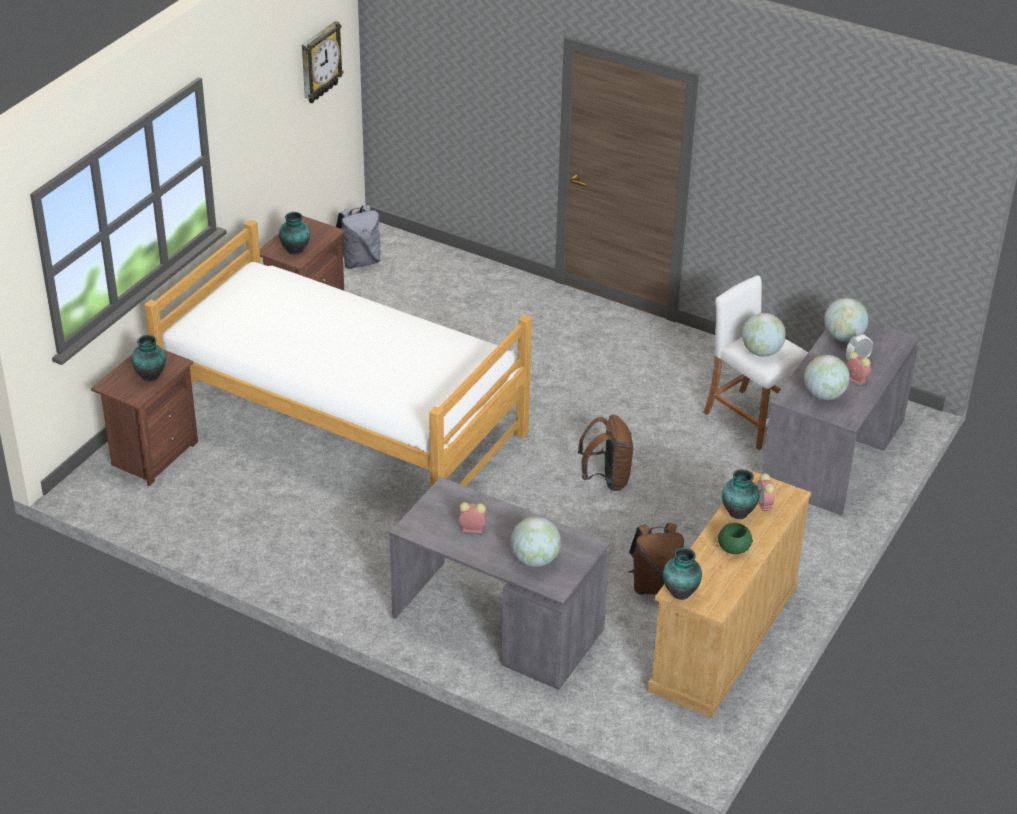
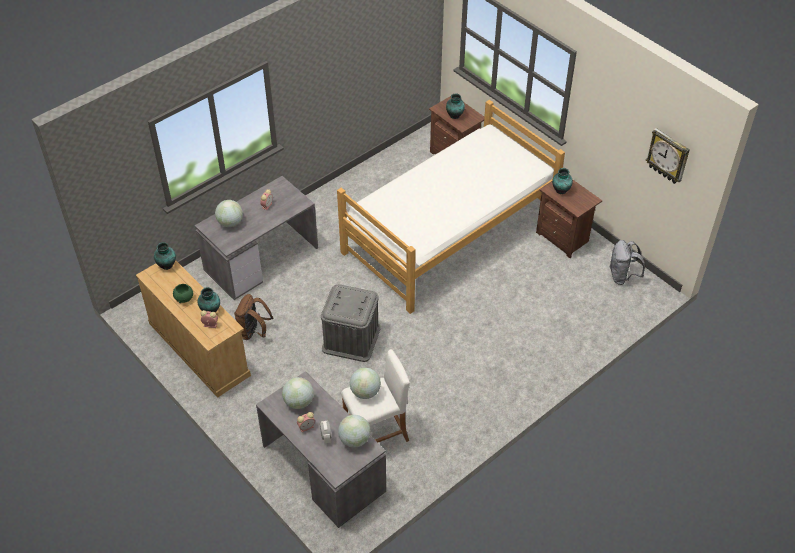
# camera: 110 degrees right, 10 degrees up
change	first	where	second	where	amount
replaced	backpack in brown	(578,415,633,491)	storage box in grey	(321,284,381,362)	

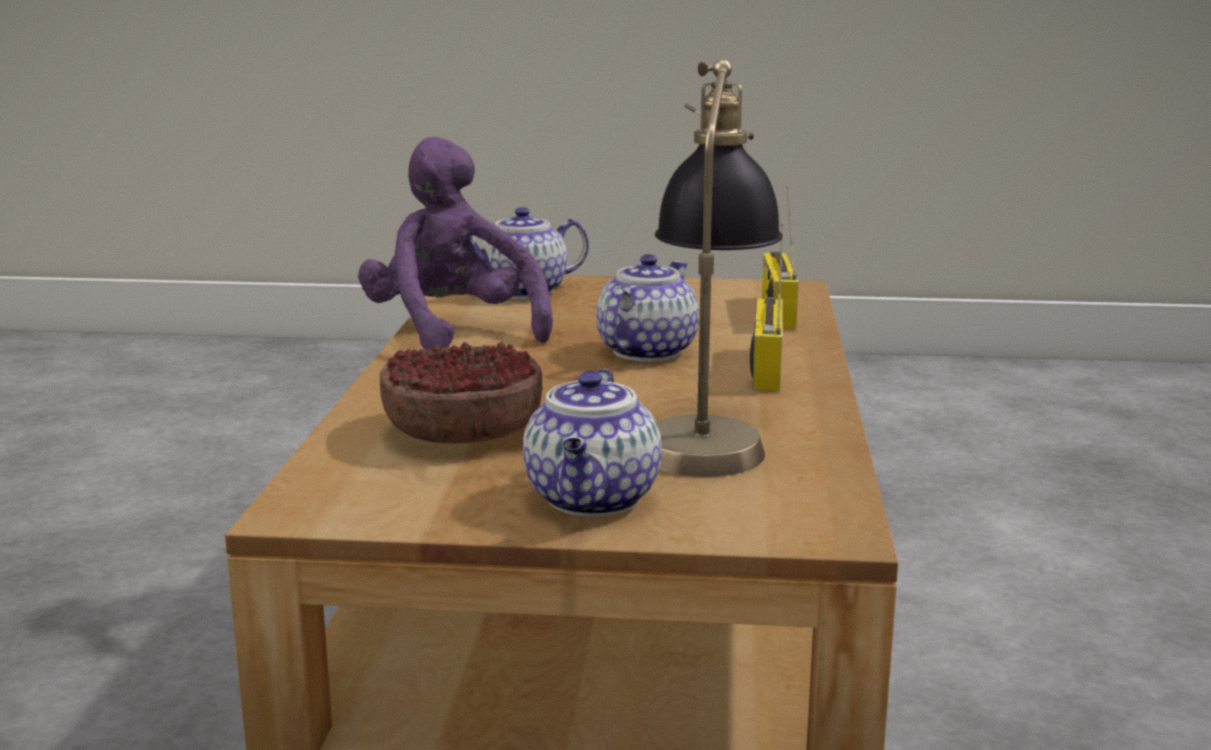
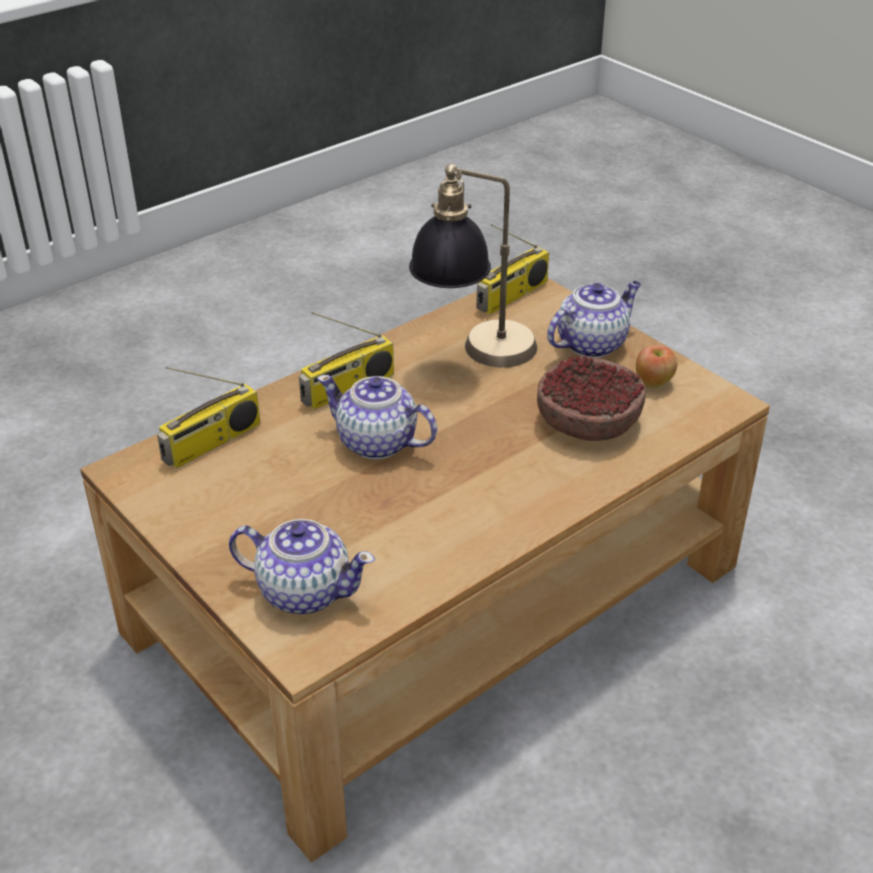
# camera: 135 degrees left, 20 degrees up
change	first	where	second	where	amount
removed	plush toy in purple	(358,137,553,350)			
added			radio	(476,224,549,315)	
added			apple	(636,345,677,388)	
turned	teapot	(597,254,699,361)		(317,375,437,459)	45 degrees clockwise

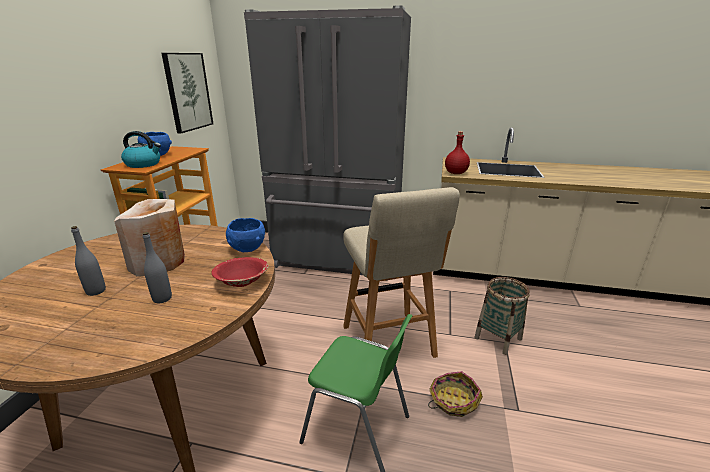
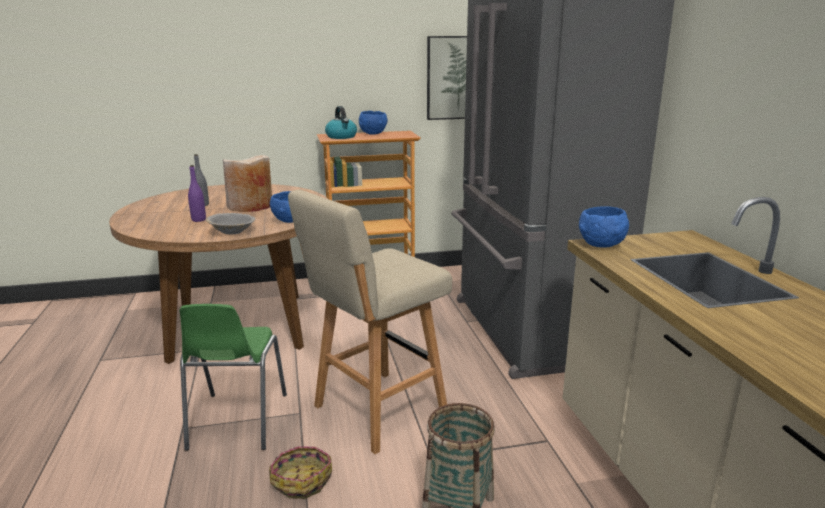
# camera: 65 degrees right, 5 degrees down
change	first	where	second	where	amount
replaced	bottle in red	(445,131,470,174)	bowl in blue	(579,206,629,247)	
recoloured	bottle in grey	(143,232,172,303)	bottle in purple	(188,165,206,222)	
recoloured	bowl in red	(212,257,269,287)	bowl in grey	(206,213,255,235)	

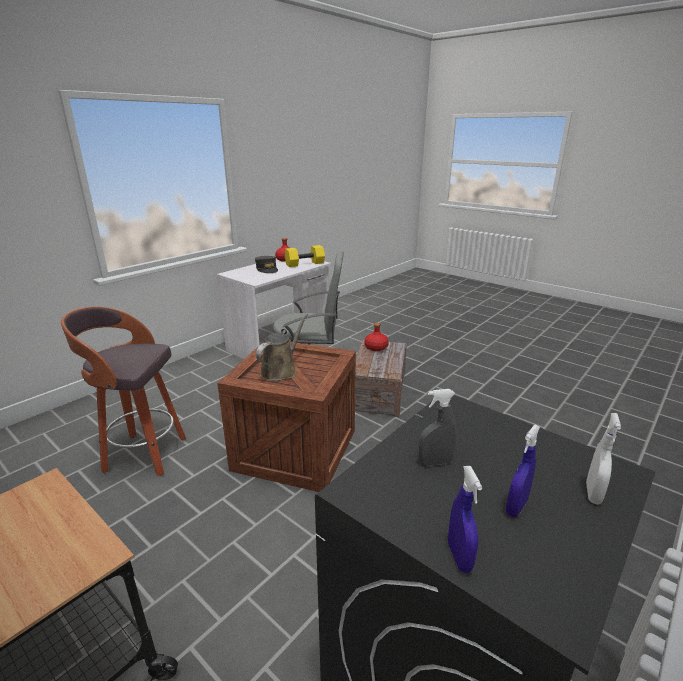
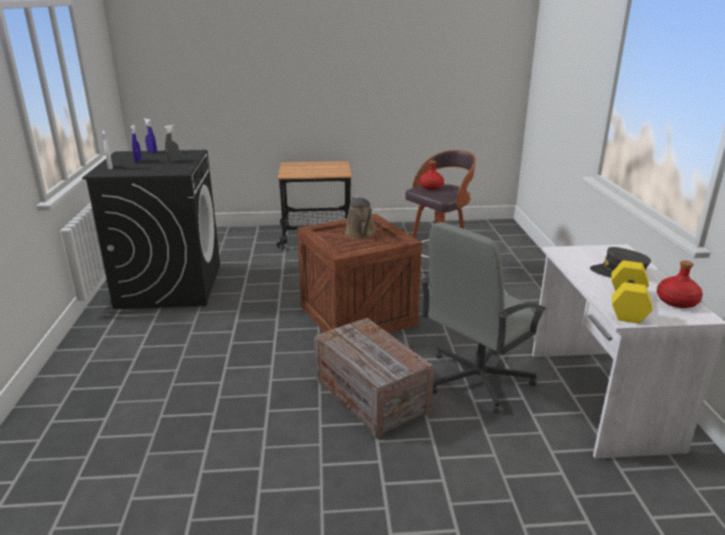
# camera: 135 degrees right, 0 degrees up
change	first	where	second	where	amount
moved	bottle in red	(365,323,389,351)		(419,161,444,190)	

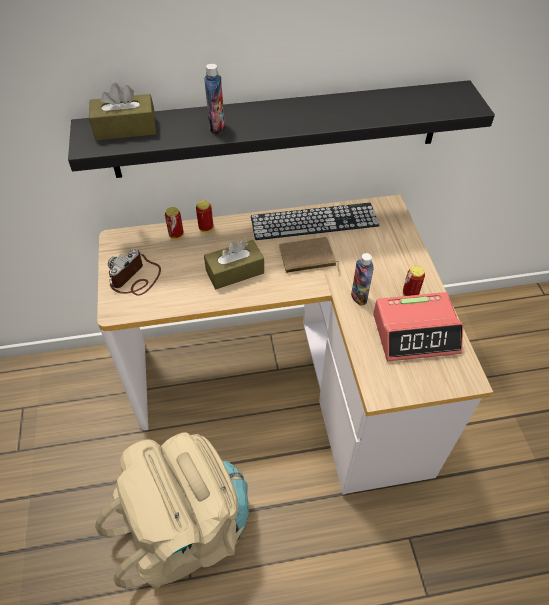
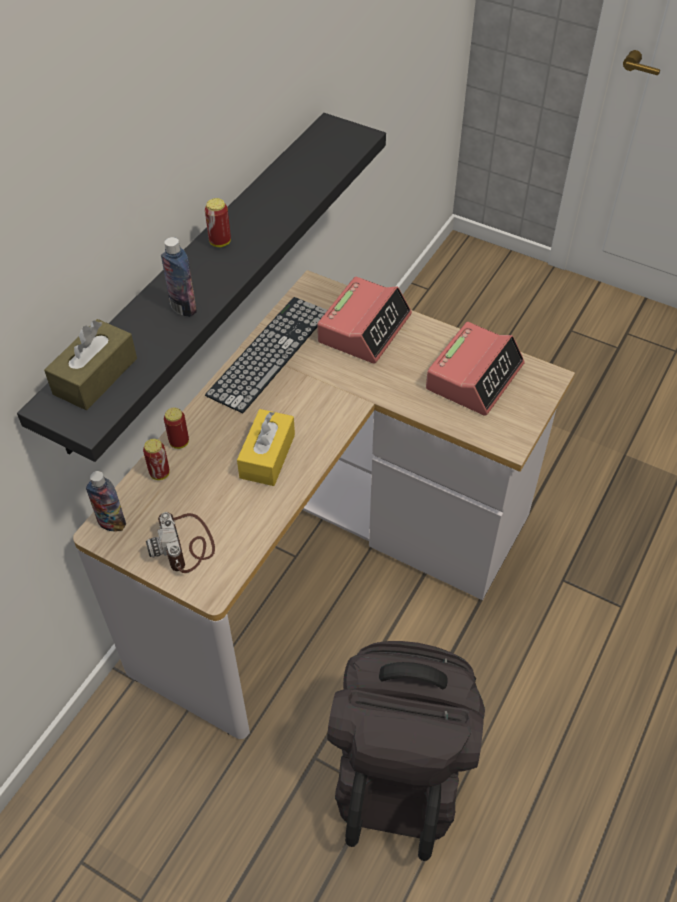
# camera: 50 degrees left, 0 degrees up
change	first	where	second	where	amount
removed	book in brown	(279,237,339,273)			
added			alarm clock	(317,277,412,364)	
moved	bottle	(351,253,373,306)		(86,471,126,531)	
moved	can	(403,266,425,296)		(205,198,231,247)	
recoloured	backpack in beige	(95,432,249,589)	backpack in black	(327,641,485,861)	
recoloured	tissue box in brown	(204,240,264,289)	tissue box in yellow	(237,409,295,486)	

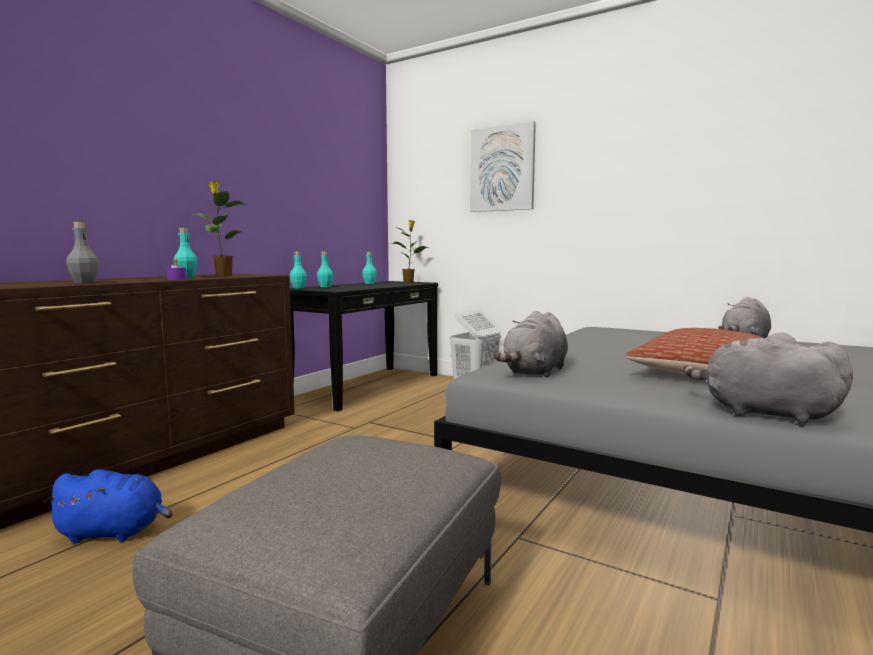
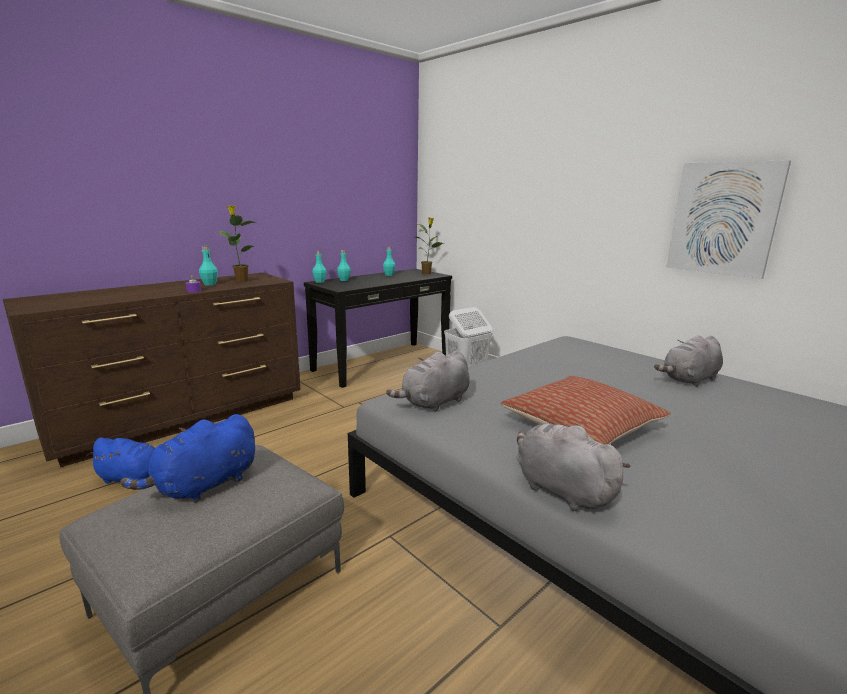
# camera: 15 degrees right, 10 degrees up
change	first	where	second	where	amount
removed	bottle in grey	(66,221,99,284)			
added			plush toy in blue	(120,414,255,503)	
moved	picture	(470,121,536,212)		(667,160,791,279)	

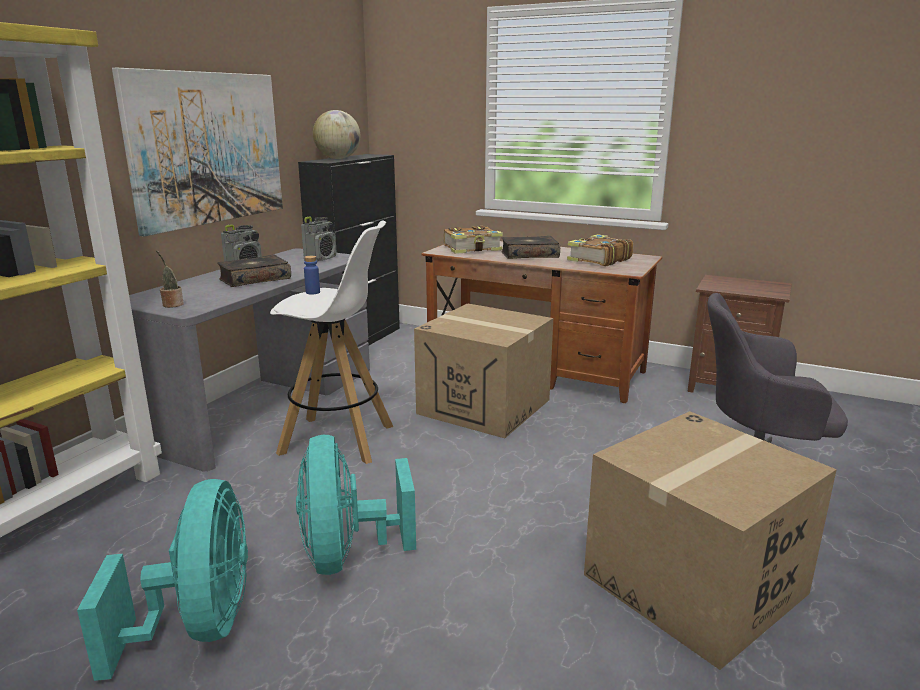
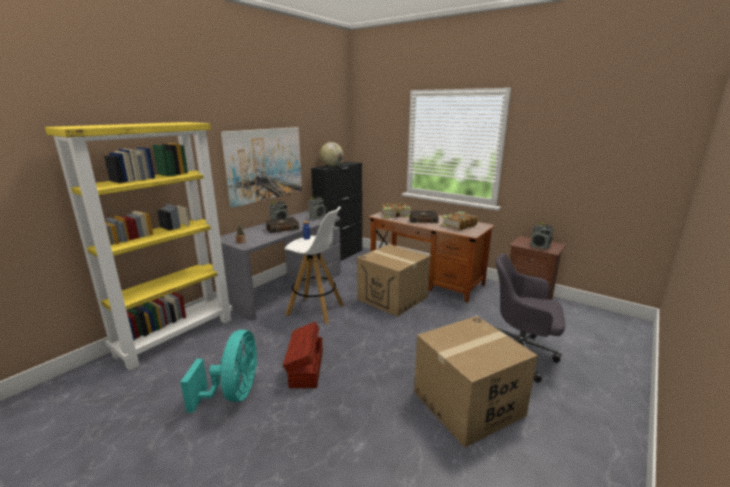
# camera: 10 degrees right, 0 degrees up
change	first	where	second	where	amount
added			radio	(530,222,553,250)	
replaced	fan in turquoise	(296,435,416,575)	storage box in brown	(283,322,323,388)	

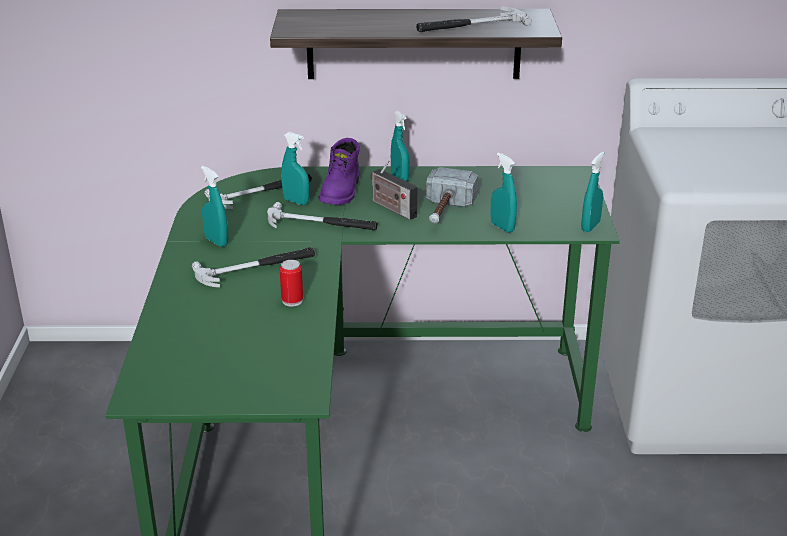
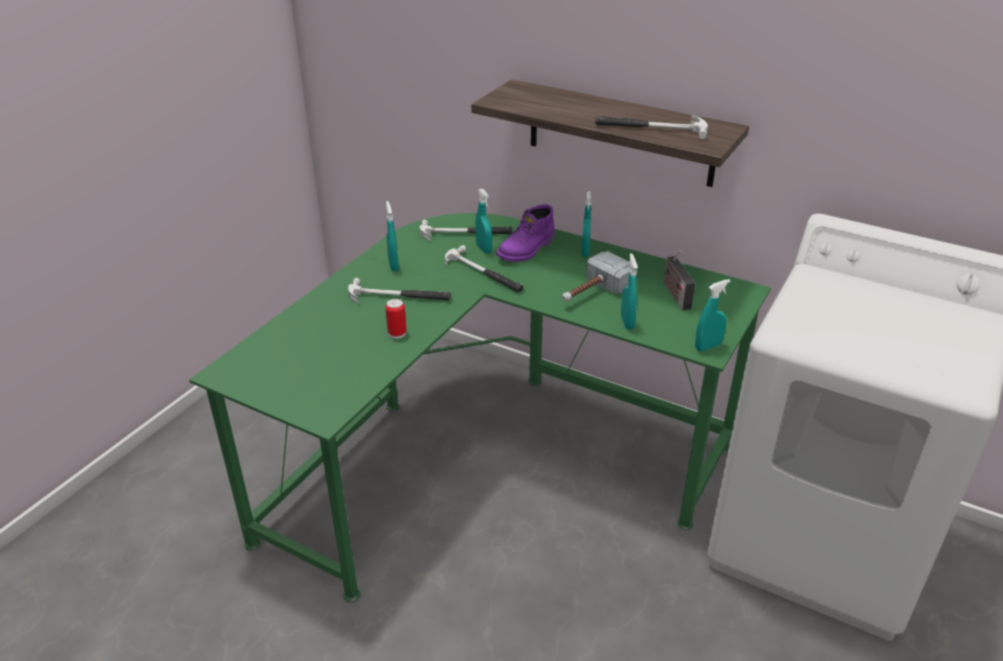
# camera: 30 degrees right, 5 degrees up
change	first	where	second	where	amount
moved	radio	(371,160,417,220)		(664,251,695,310)	

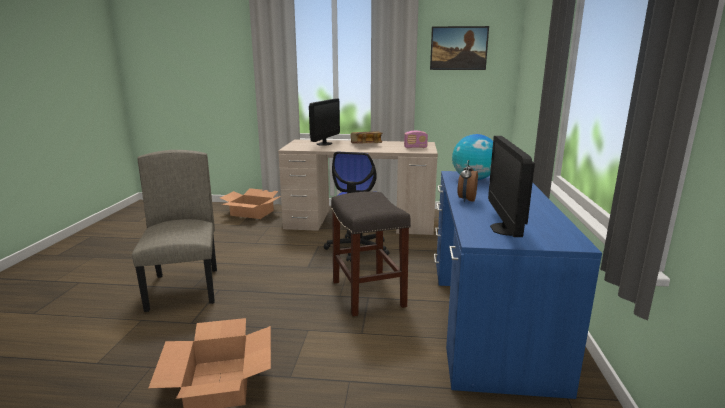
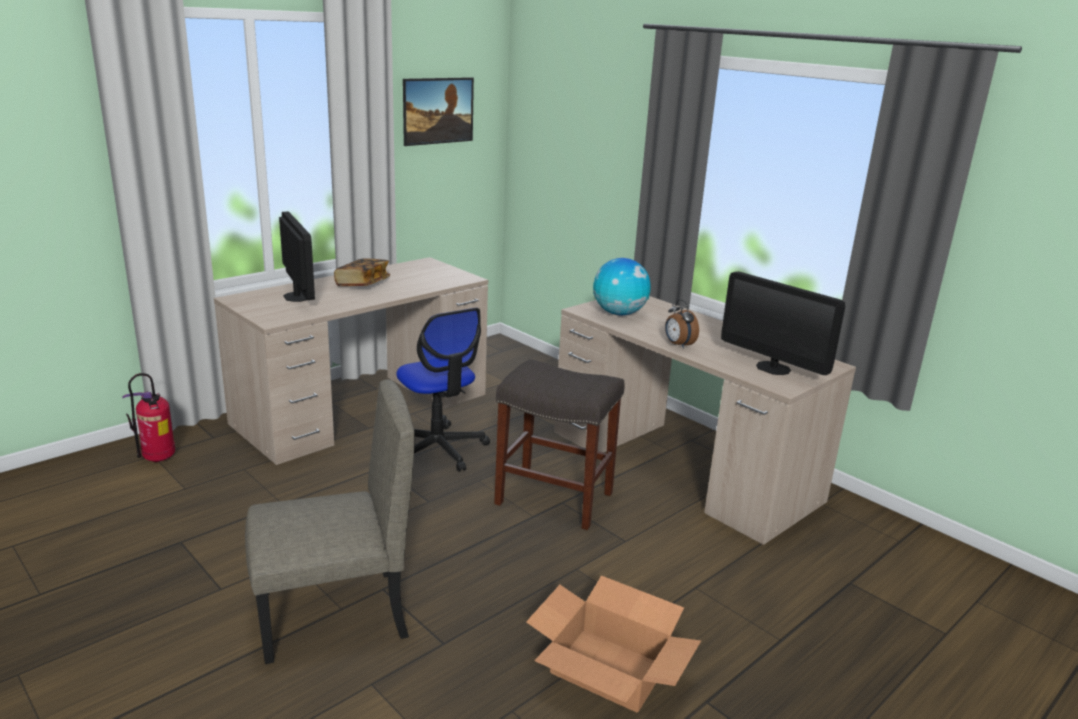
# camera: 50 degrees left, 5 degrees up
change	first	where	second	where	amount
removed	radio	(404,131,428,148)			
replaced	cardboard box	(220,188,281,219)	fire extinguisher	(122,373,175,462)	
recoloured	desk in blue	(434,171,602,399)	desk in beige	(554,296,856,545)	
turned	chair in beige	(132,150,217,312)		(245,379,415,664)	135 degrees clockwise

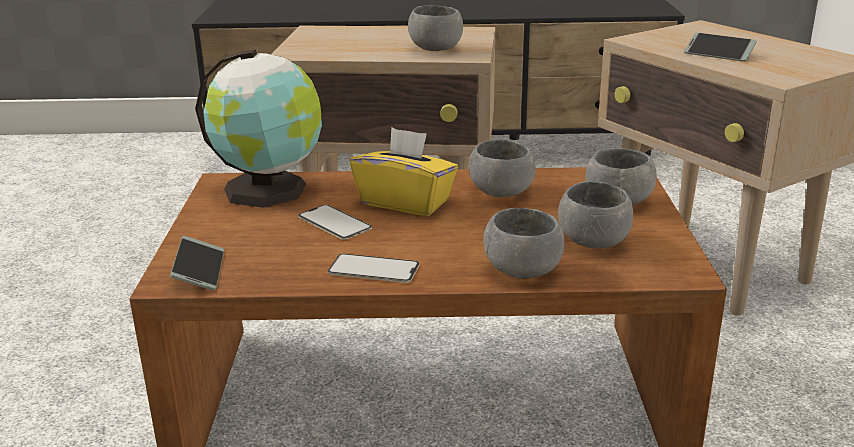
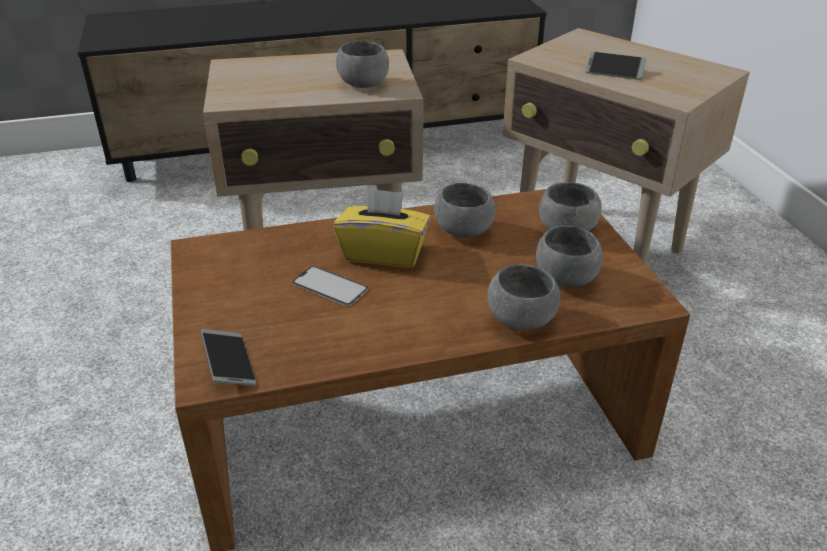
# camera: 15 degrees left, 10 degrees up
change	first	where	second	where	amount
removed	globe	(195,49,322,208)			
removed	phone	(328,254,419,283)			

